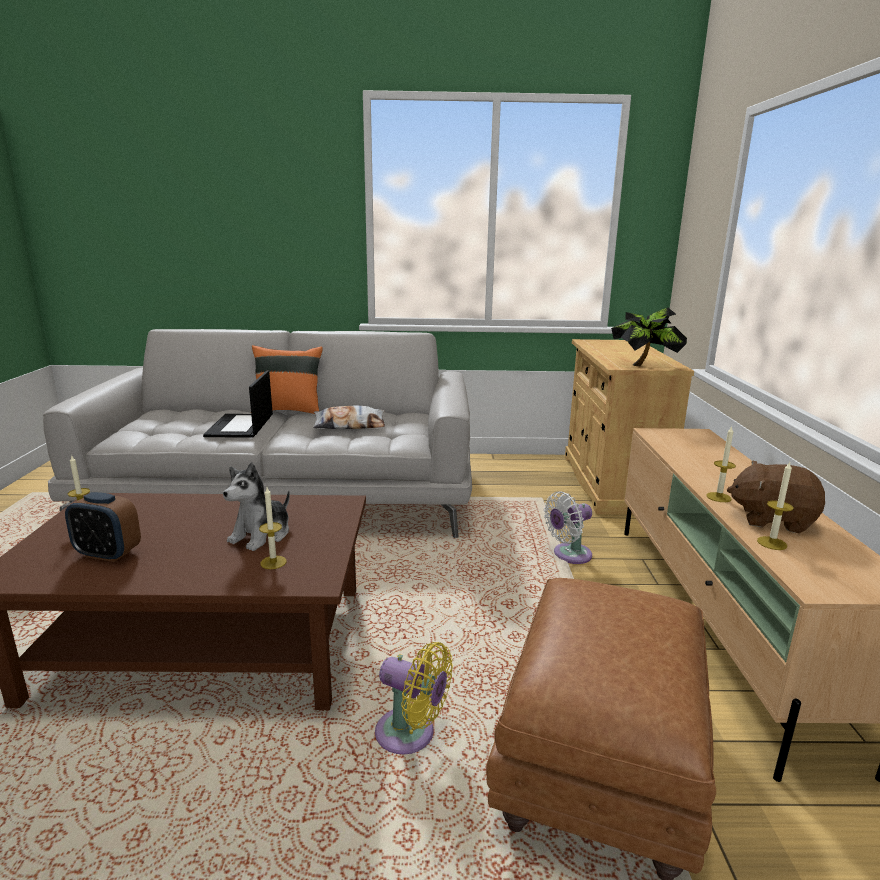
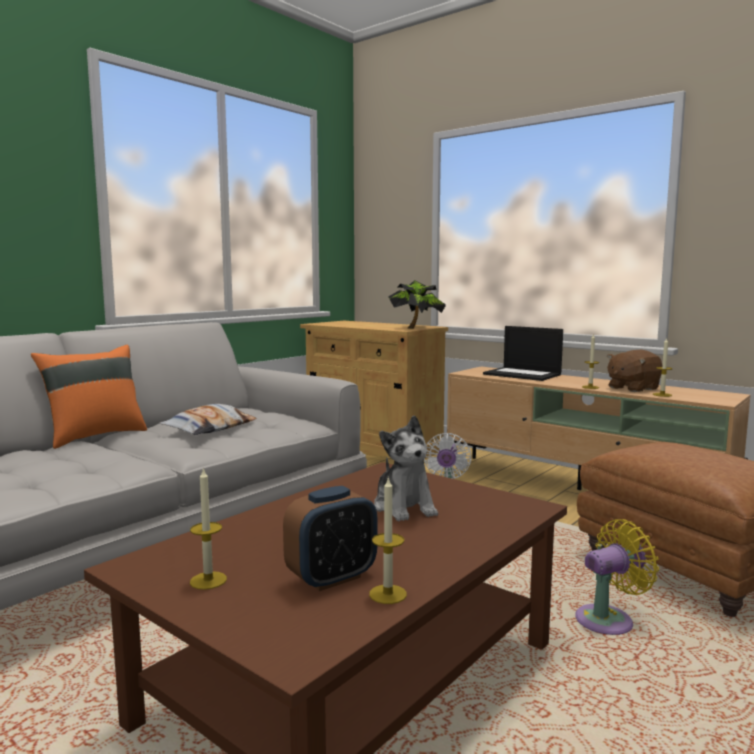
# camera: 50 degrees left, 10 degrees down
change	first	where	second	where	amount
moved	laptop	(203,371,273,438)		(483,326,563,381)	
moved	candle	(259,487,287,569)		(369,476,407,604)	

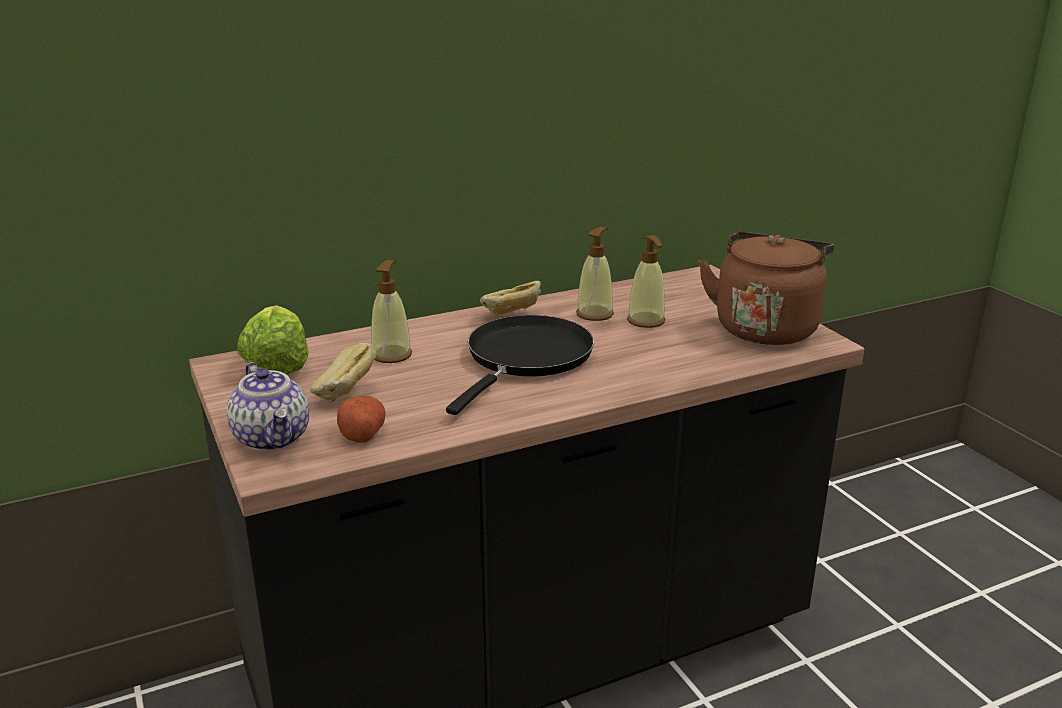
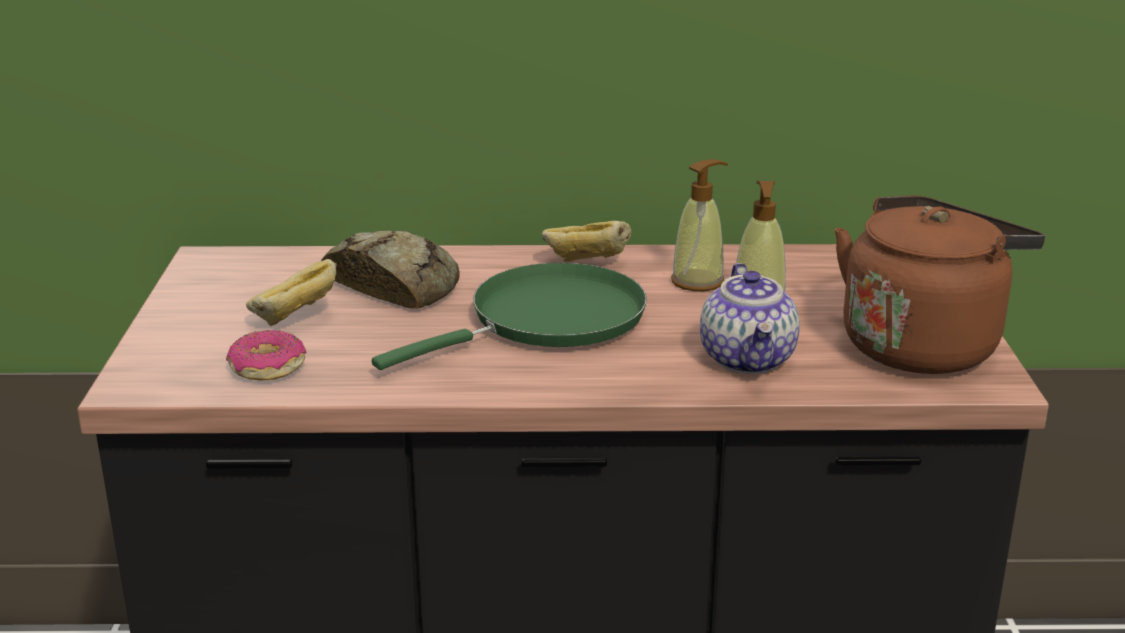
# camera: 25 degrees right, 0 degrees up
change	first	where	second	where	amount
removed	lettuce	(237,305,309,375)			
moved	teapot	(227,362,309,451)		(700,263,800,374)	
replaced	potato	(337,396,386,442)	donut	(226,330,306,380)	
replaced	soap dispenser	(371,260,412,363)	bread	(321,231,459,309)	
recoloured	frying pan in black	(446,315,594,415)	frying pan in green	(372,263,647,370)	

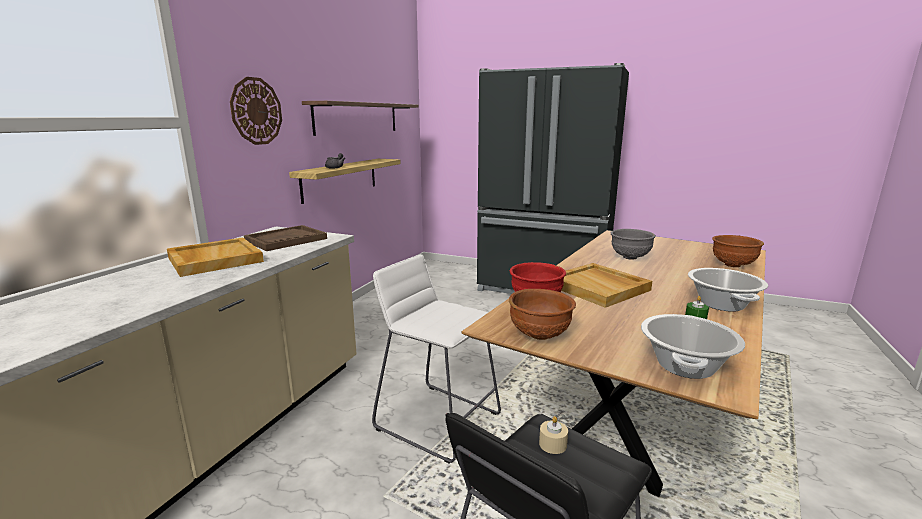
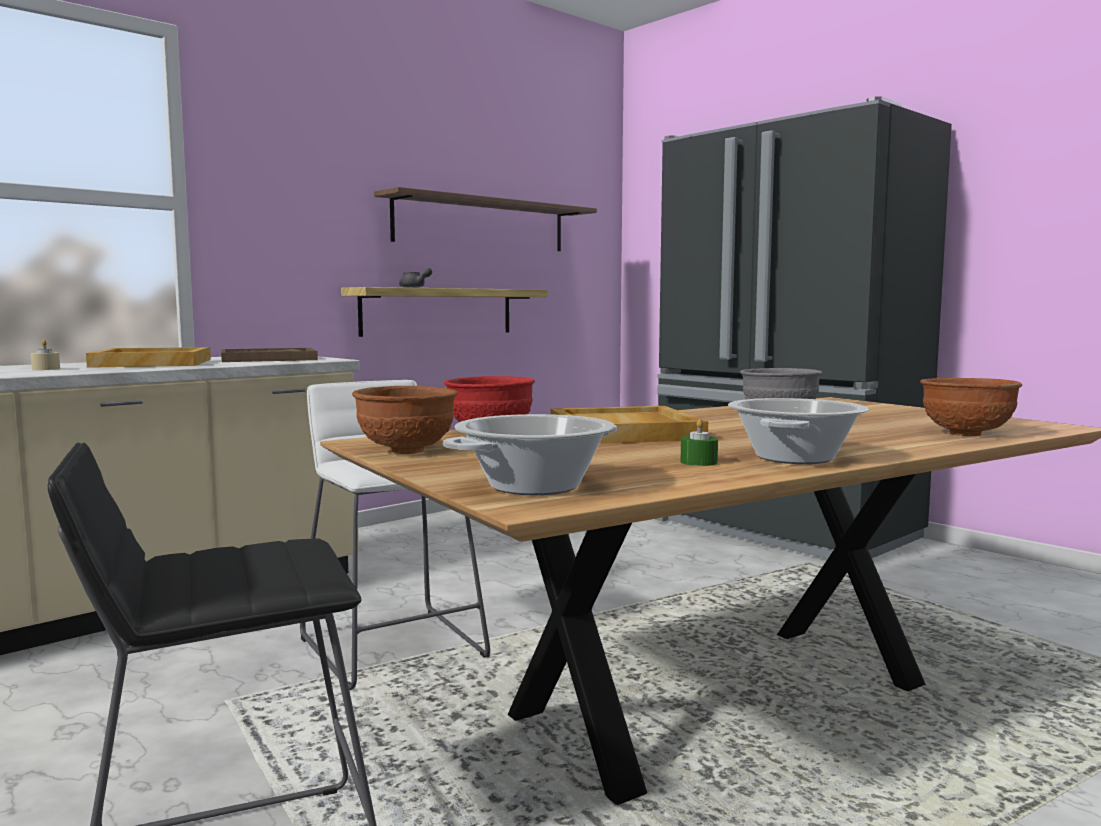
# camera: 25 degrees right, 10 degrees down
change	first	where	second	where	amount
removed	wall clock	(230,77,282,145)			
moved	candle in beige	(539,416,568,454)		(31,340,60,370)	

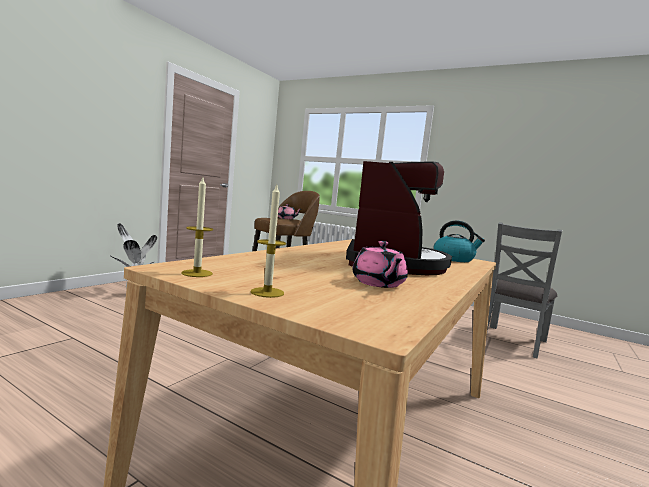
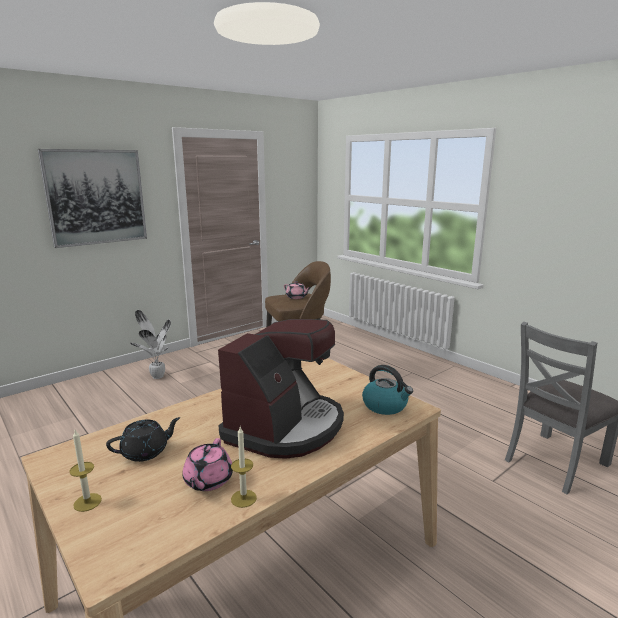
# camera: 20 degrees right, 10 degrees up
change	first	where	second	where	amount
added			picture	(38,149,147,248)	
added			teapot in black	(106,417,180,462)	
moved	candle	(181,178,213,277)		(231,427,257,508)	

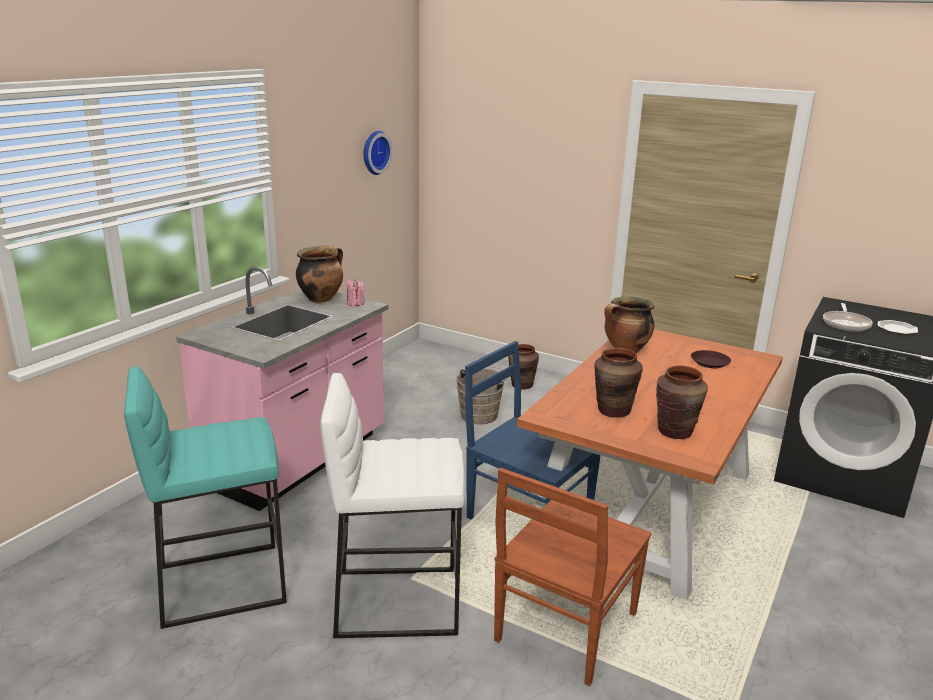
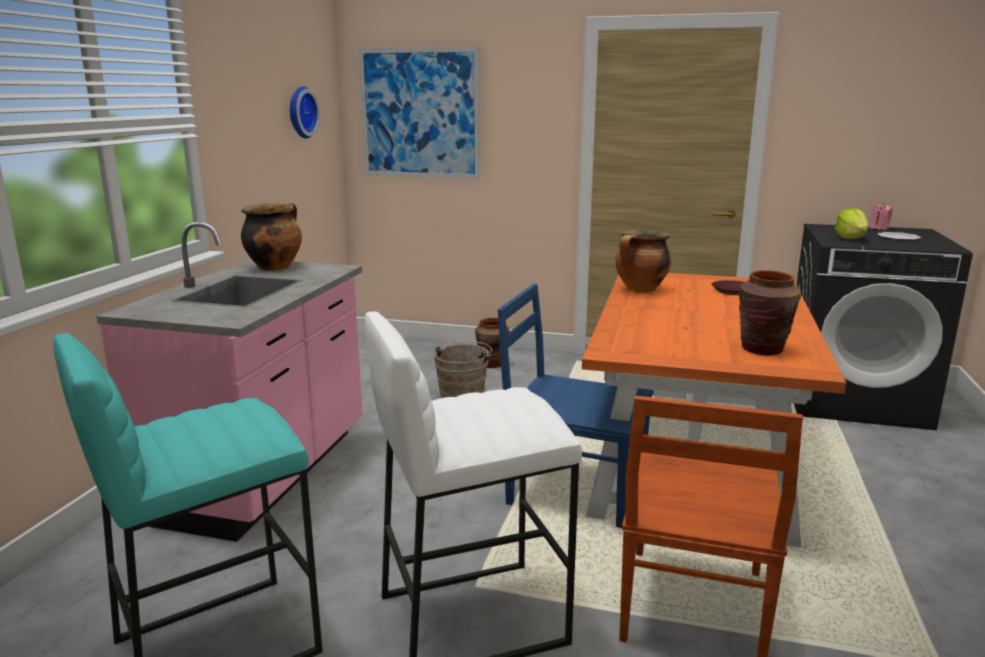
# camera: 15 degrees left, 5 degrees down
change	first	where	second	where	amount
removed	vase in brown	(594,348,643,418)			
added			picture	(358,46,480,179)	
moved	candle in pink	(347,279,364,306)		(869,203,893,230)	
replaced	frying pan	(823,303,873,332)	lettuce	(835,208,869,239)	

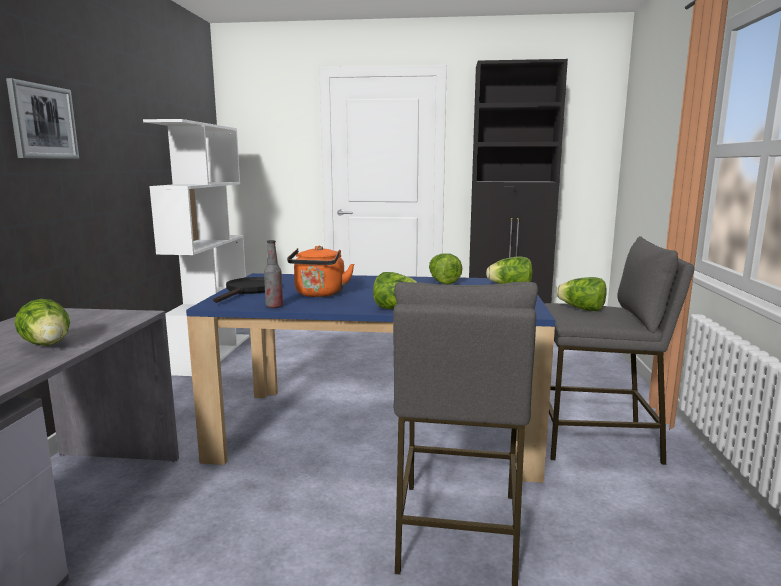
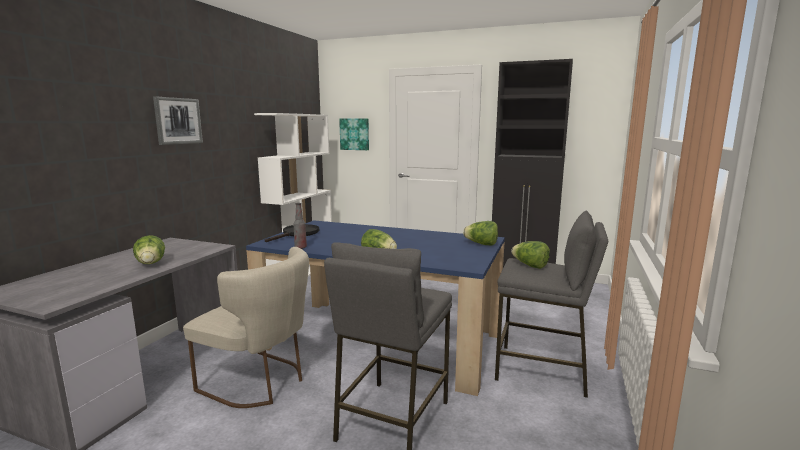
# camera: 15 degrees right, 0 degrees up
change	first	where	second	where	amount
removed	kettle in orange	(287,246,354,297)			
removed	lettuce	(429,253,462,285)			
added			chair in beige	(183,247,309,408)	
added			picture	(339,118,369,150)	

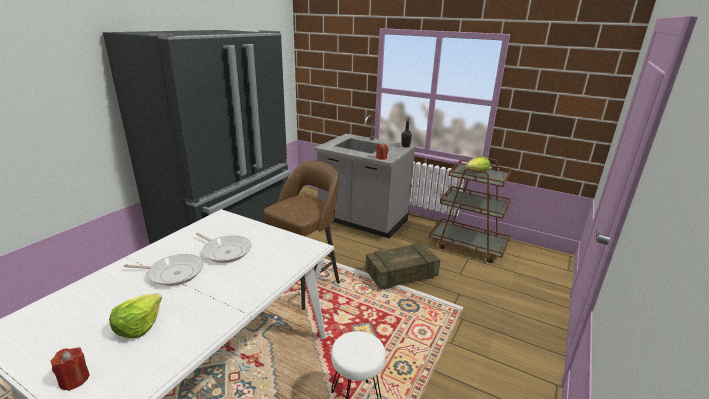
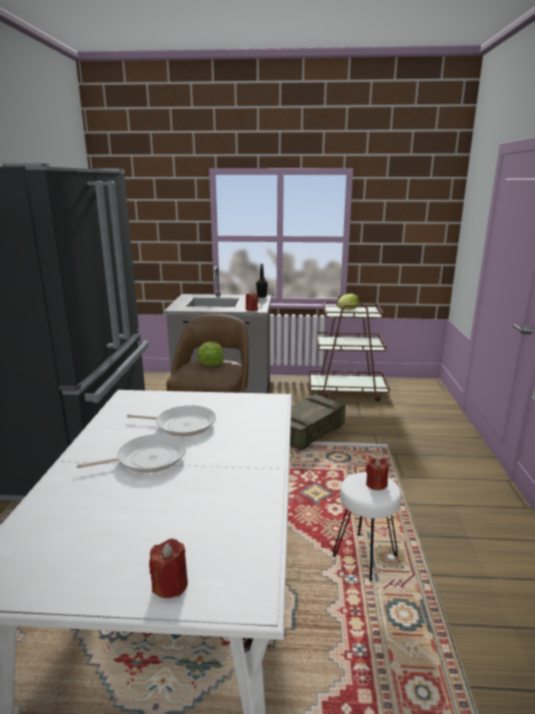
# camera: 25 degrees left, 5 degrees down
change	first	where	second	where	amount
added			candle in red	(366,458,389,490)	
moved	lettuce	(109,293,162,338)		(197,342,224,366)	

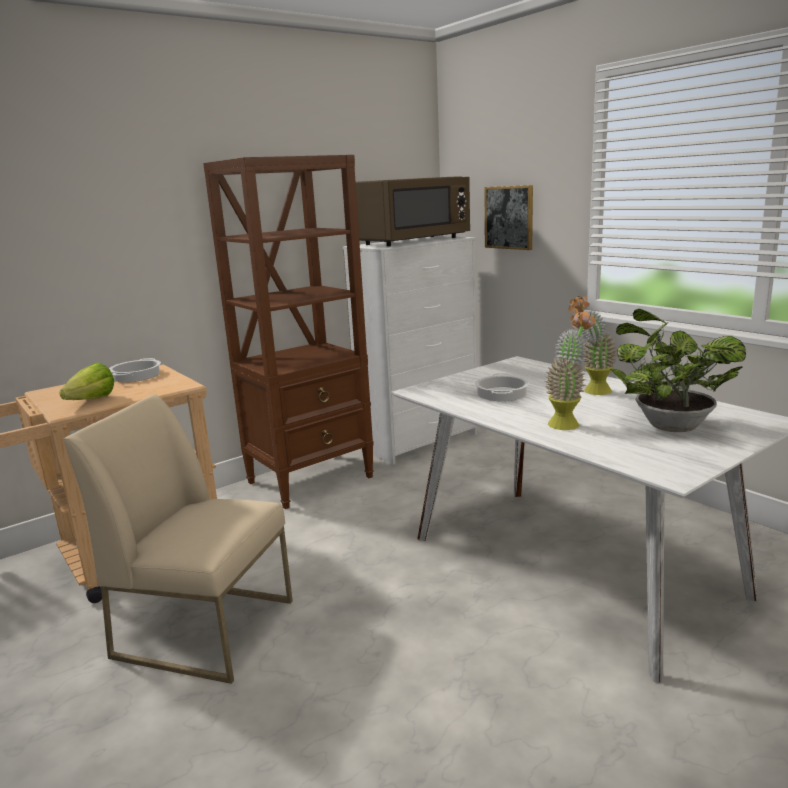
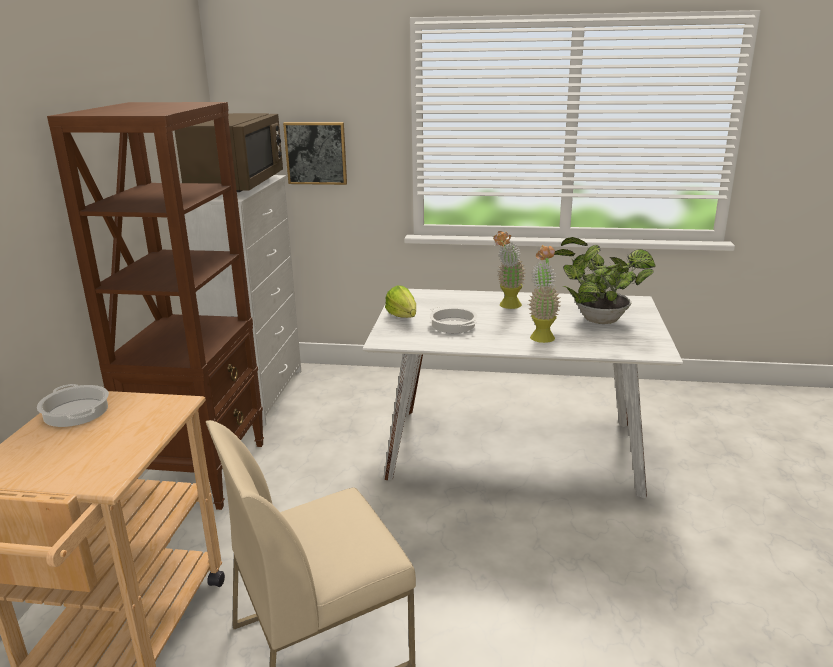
# camera: 45 degrees left, 5 degrees up
change	first	where	second	where	amount
moved	lettuce	(59,362,114,400)		(385,285,416,318)	

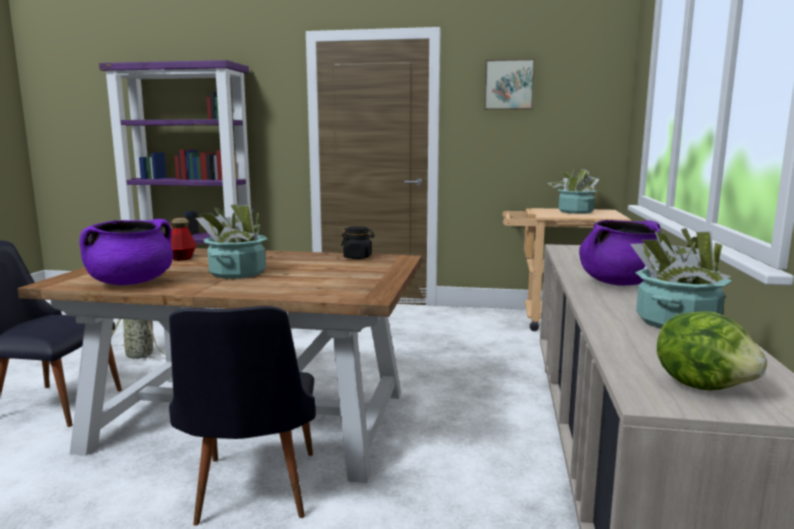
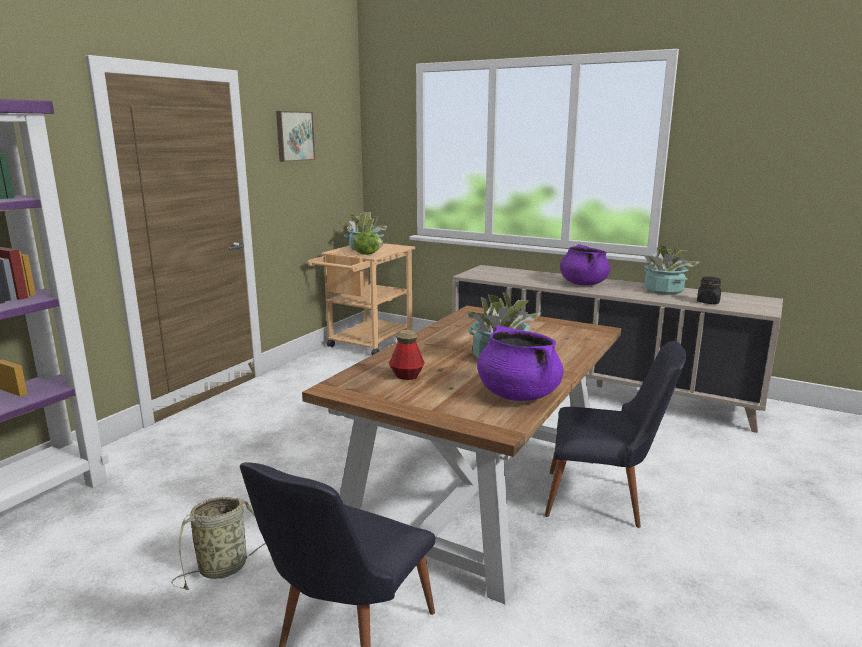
# camera: 70 degrees left, 5 degrees up
change	first	where	second	where	amount
moved	jar in black	(341,226,375,259)		(697,277,721,304)	
moved	lettuce	(657,311,767,391)		(353,232,383,255)	

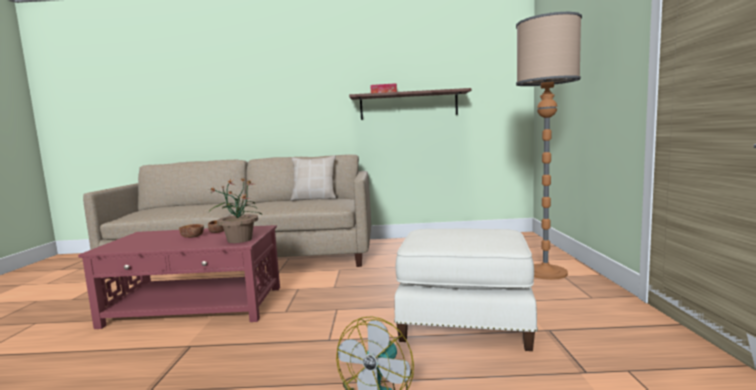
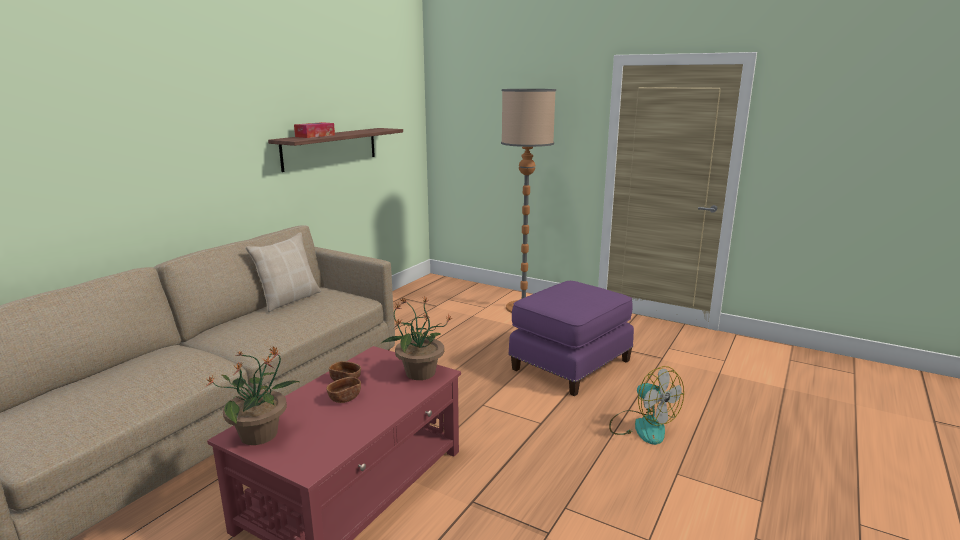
# camera: 60 degrees left, 10 degrees up
change	first	where	second	where	amount
added			potted plant	(205,346,301,445)	
recoloured	ottoman in white	(394,229,538,351)	ottoman in purple	(508,281,634,396)	

